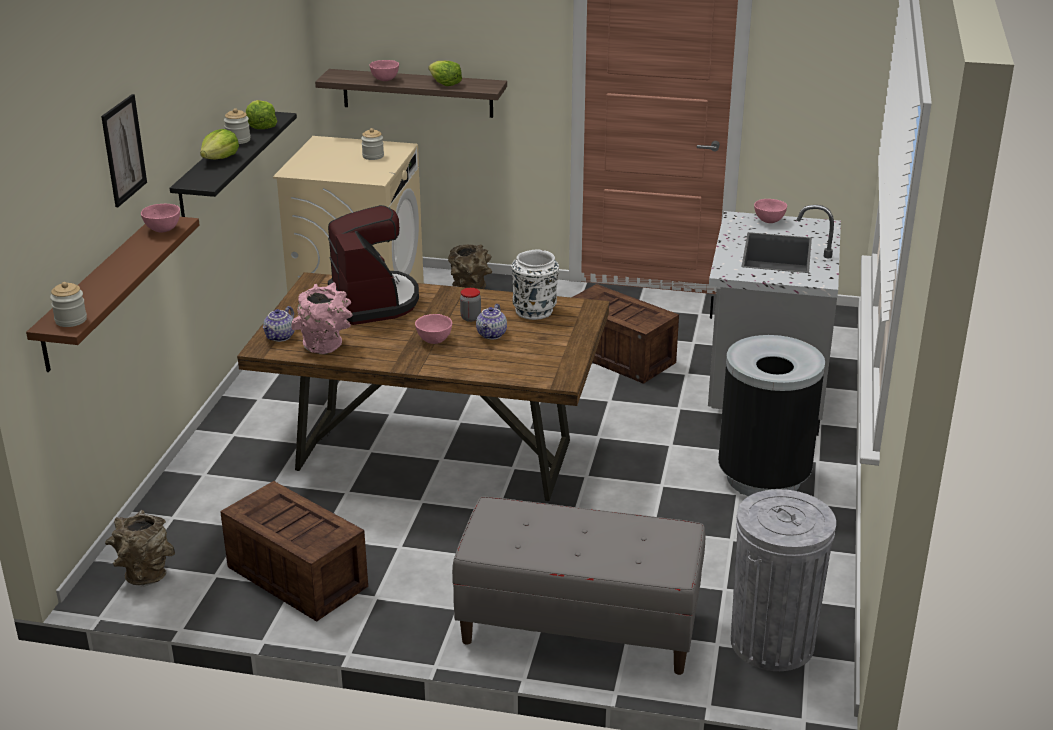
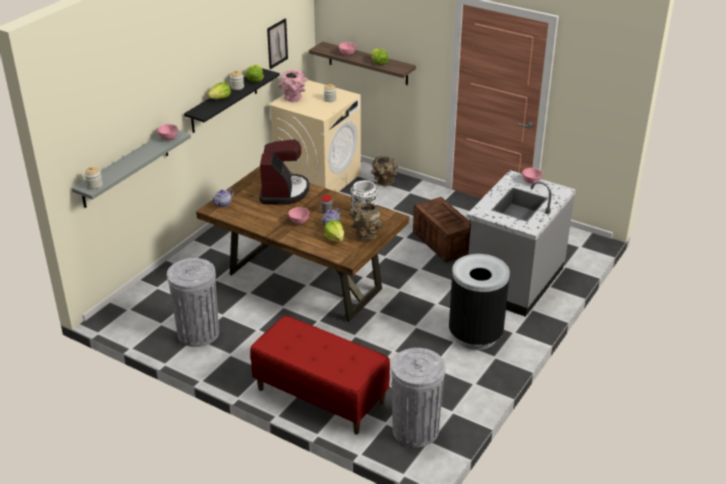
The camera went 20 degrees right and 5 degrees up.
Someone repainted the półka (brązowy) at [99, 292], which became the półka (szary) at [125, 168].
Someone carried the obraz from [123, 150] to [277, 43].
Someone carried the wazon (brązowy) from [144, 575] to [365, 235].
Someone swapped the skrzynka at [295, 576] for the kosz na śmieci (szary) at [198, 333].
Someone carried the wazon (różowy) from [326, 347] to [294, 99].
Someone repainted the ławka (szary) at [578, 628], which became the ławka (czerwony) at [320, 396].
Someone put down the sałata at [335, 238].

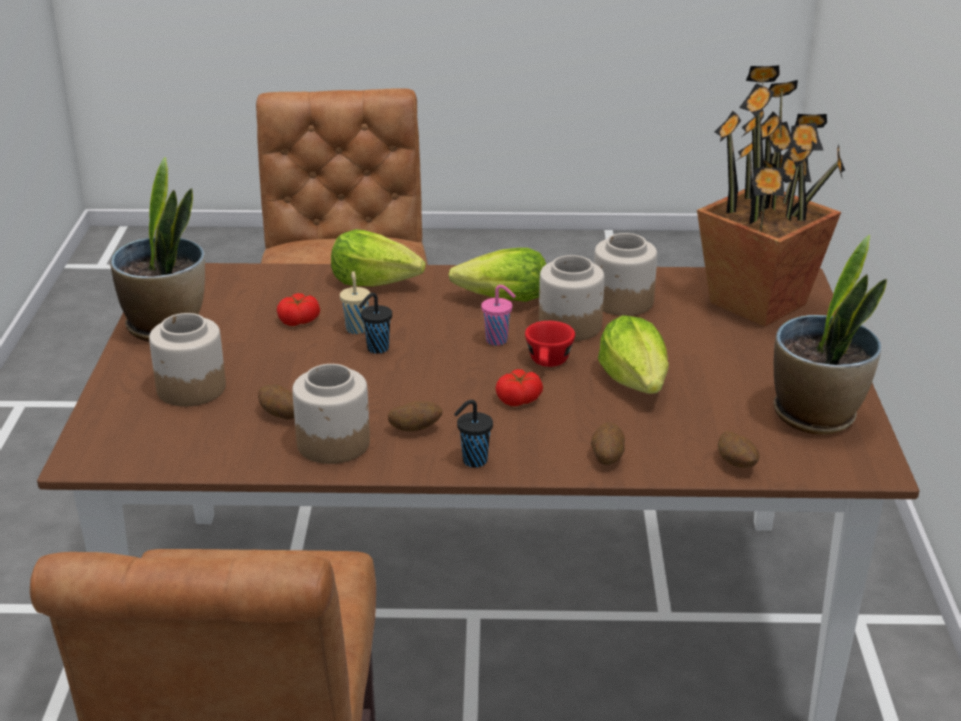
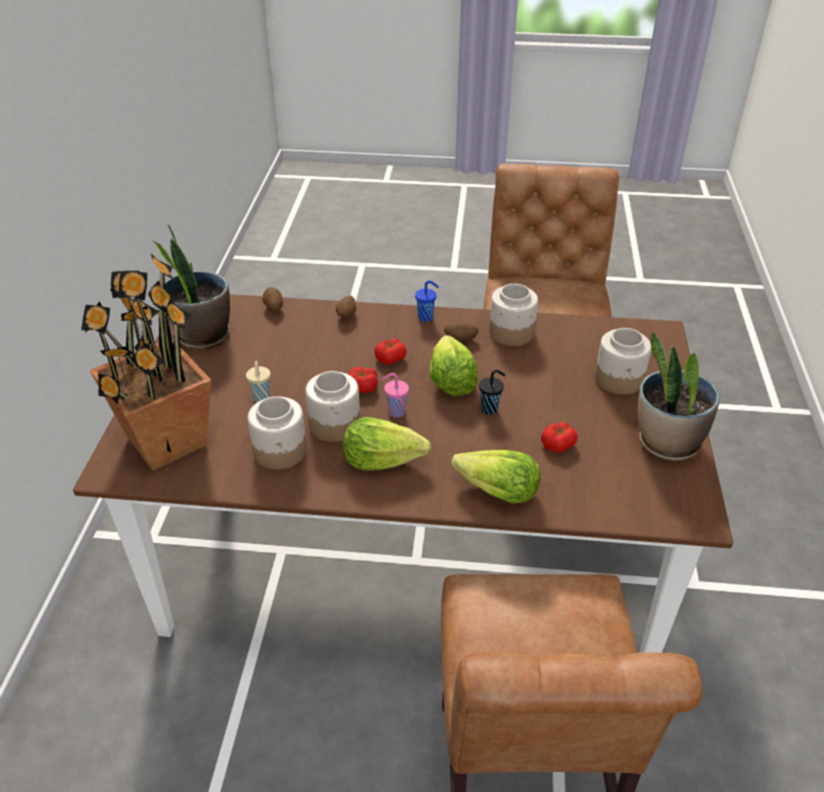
The camera went 175 degrees left and 10 degrees up.
Someone took away the ziemniak at [280, 415].
Someone carried the filiżanka (beżowy) from [356, 328] to [261, 398].
Someone repainted the filiżanka (czarny) at [473, 461], which became the filiżanka (niebieski) at [426, 317].
Someone swapped the filiżanka (czerwony) at [548, 364] for the pomidor at [362, 387].
Someone carried the sałata from [636, 382] to [450, 381].

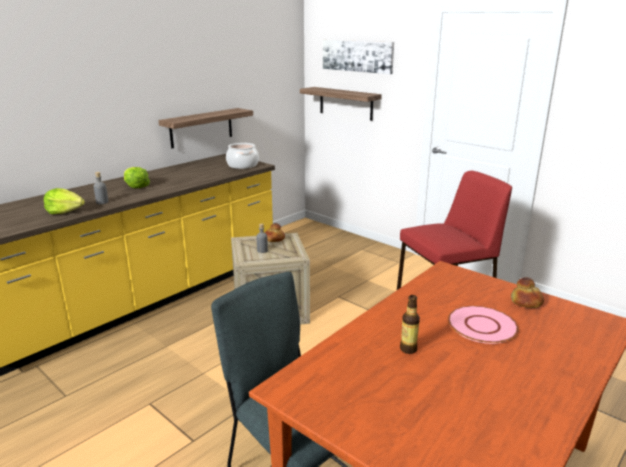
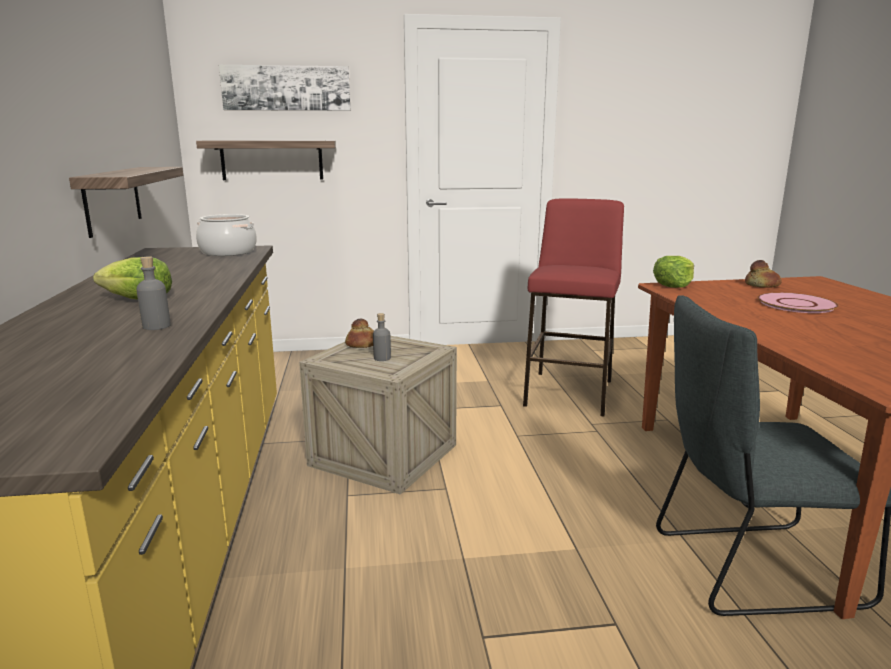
The camera went 50 degrees left and 5 degrees down.
Someone carried the sałata from [65, 211] to [673, 285].
Someone took away the butelka at [408, 349].

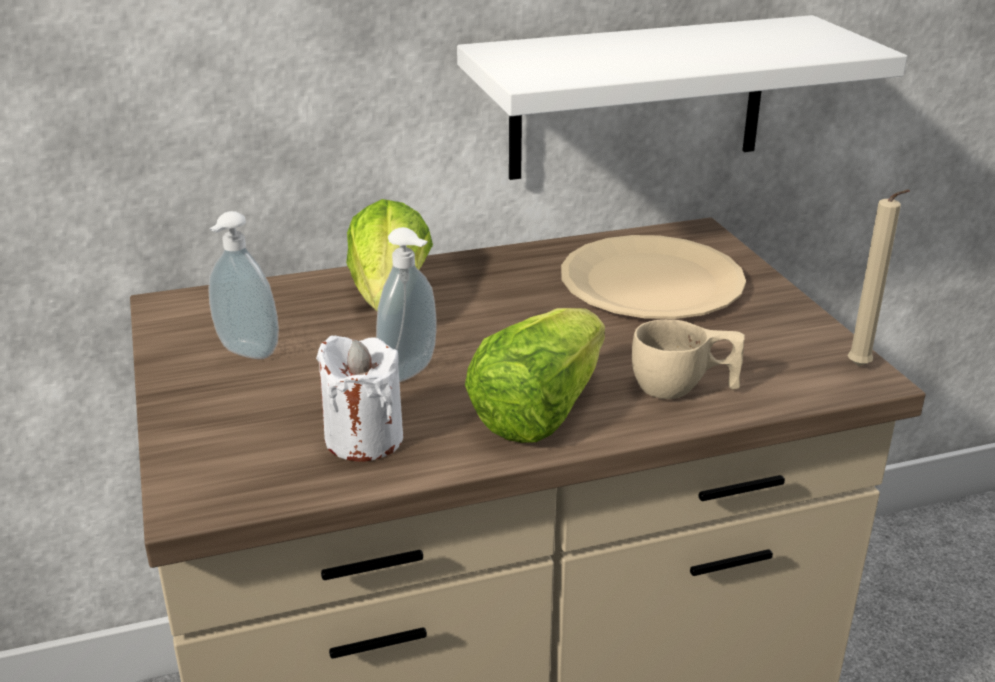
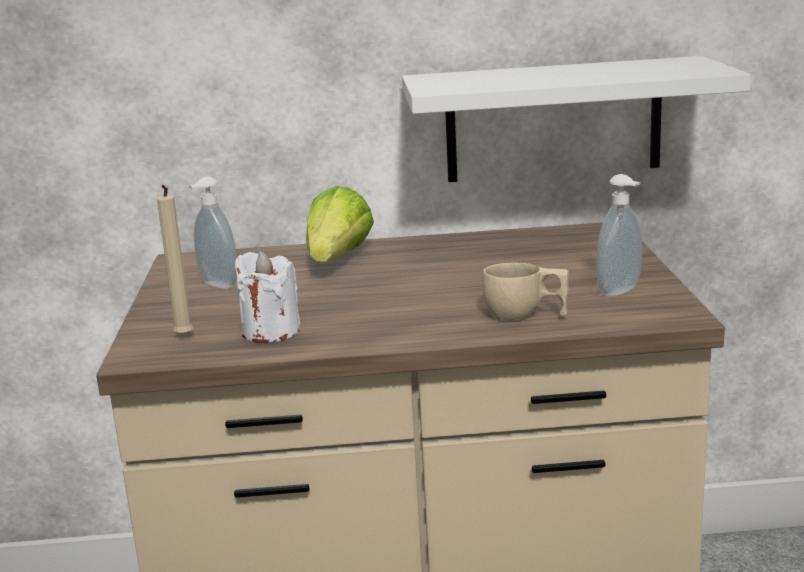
The camera went 15 degrees right and 10 degrees down.
Someone carried the dozownik mydła from [412, 372] to [621, 292].
Someone took away the sałata at [538, 411].
Someone took away the talerz (beżowy) at [652, 282].
Someone carried the świeca (beżowy) from [861, 368] to [184, 338].

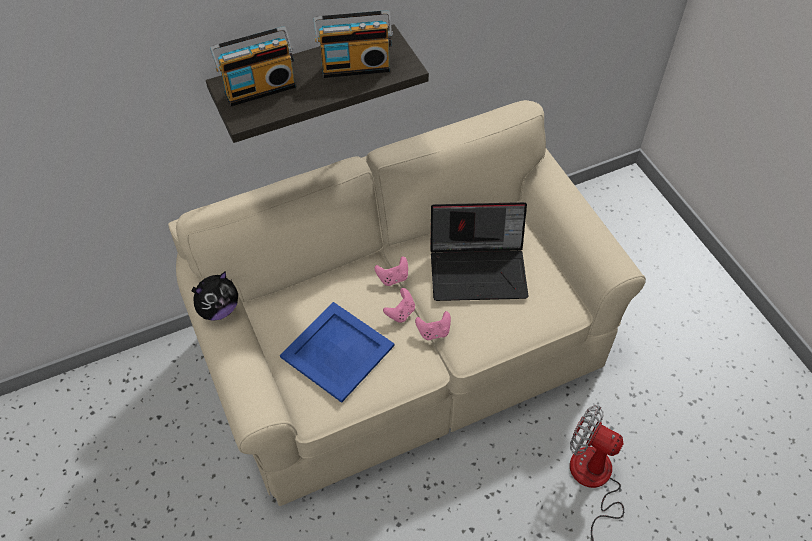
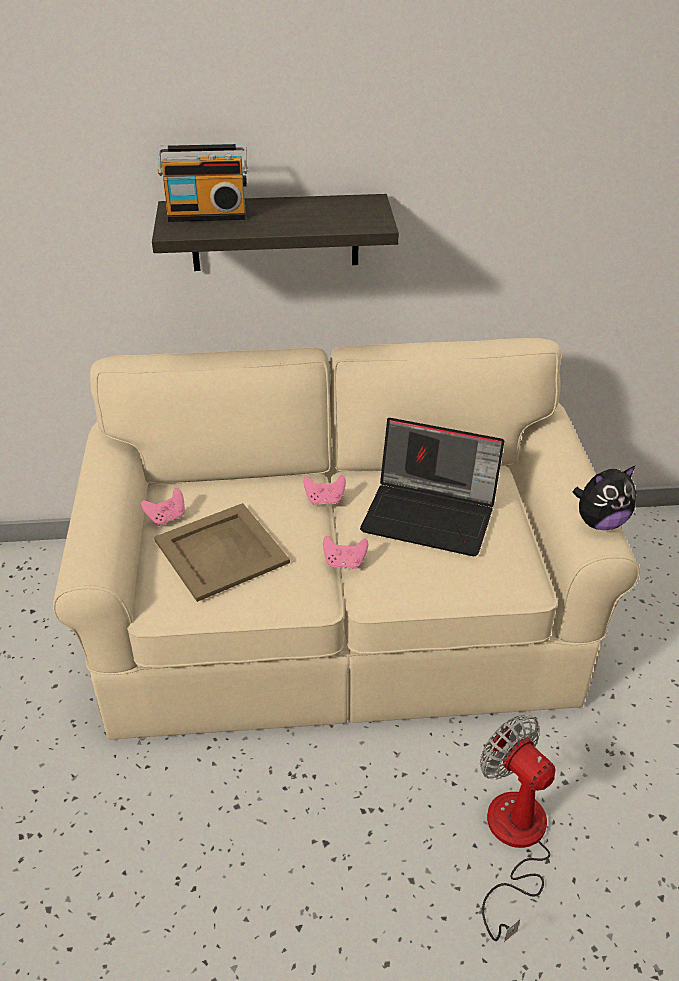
The camera went 20 degrees right and 15 degrees down.
Someone carried the pluszak from [218, 309] to [600, 522].
Someone repainted the taca (niebieski) at [337, 350], which became the taca (beżowy) at [221, 550].
Someone took away the radio at [355, 66].
Someone carried the pad do gier (różowy) from [400, 313] to [167, 518].

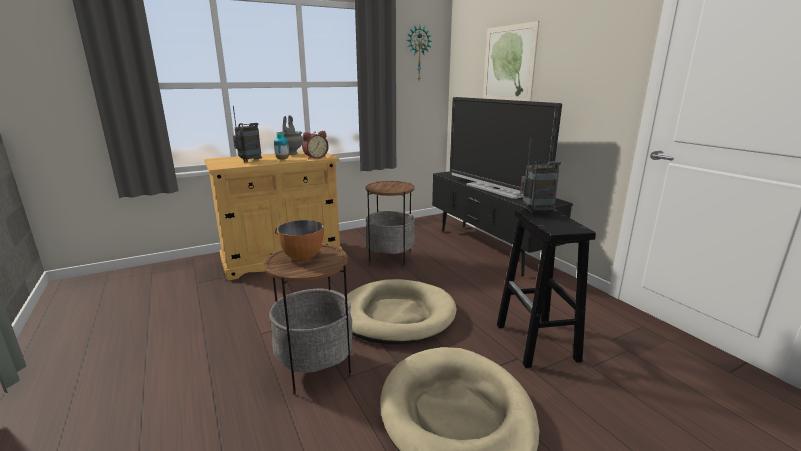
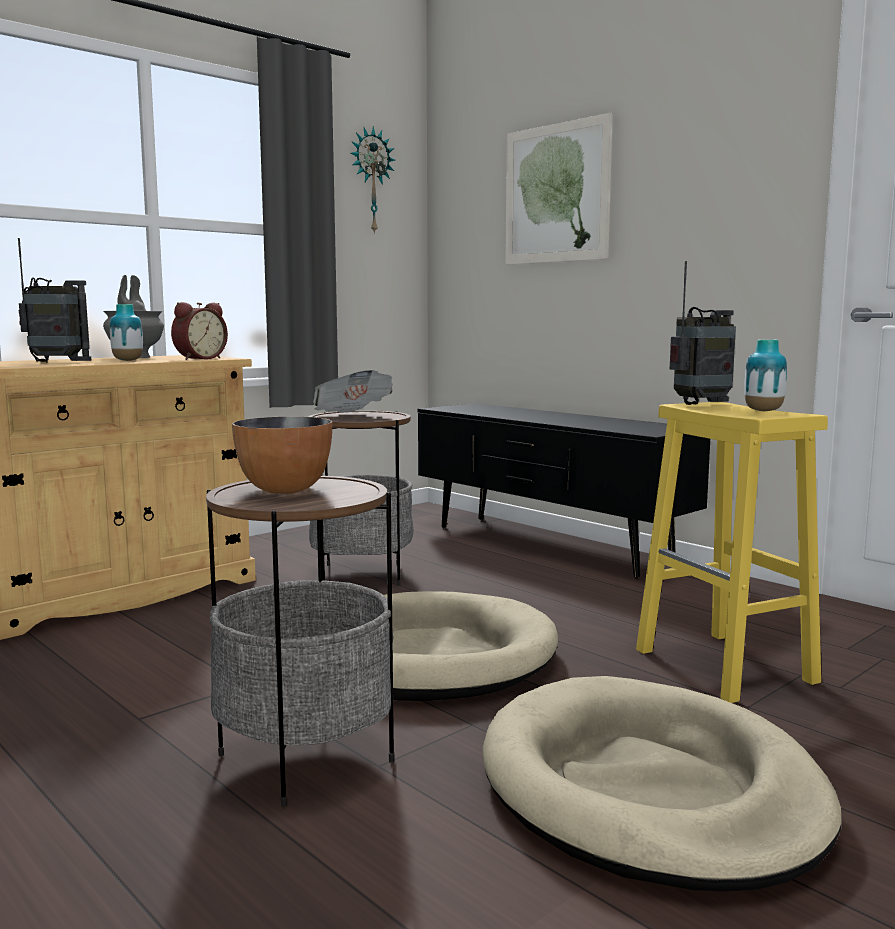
The camera went 15 degrees left and 10 degrees down.
Someone rotated the radio at [250, 161] by 60 degrees clockwise.
Someone took away the telewizor at [496, 190].
Someone repainted the stołek (czarny) at [537, 343], which became the stołek (żółty) at [726, 666].
Someone put down the gazeta at [353, 416].
Someone put down the wazon at [763, 411].

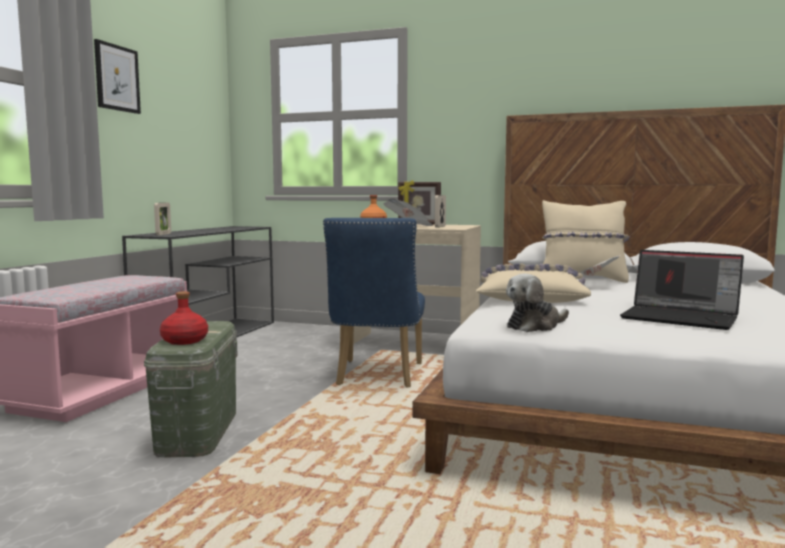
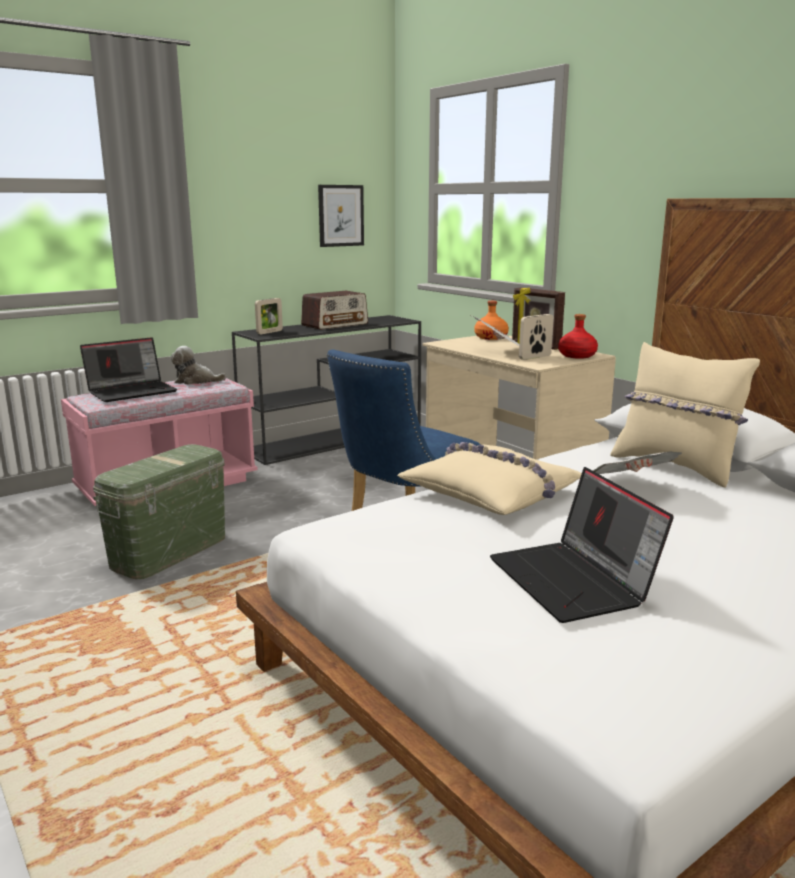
The camera went 35 degrees right and 10 degrees up.
Someone carried the obraz from [117, 78] to [341, 215].
Someone carried the butelka (czerwony) from [185, 340] to [577, 355].
Someone carried the pluszak from [535, 326] to [196, 381].
Someone put down the laptop at [132, 391].
Someone put down the radio at [335, 324].

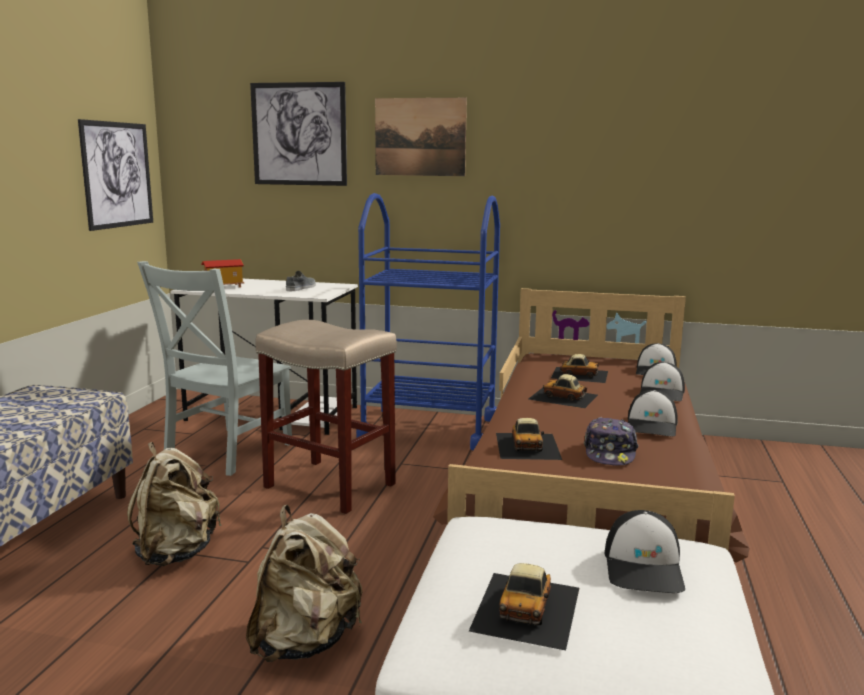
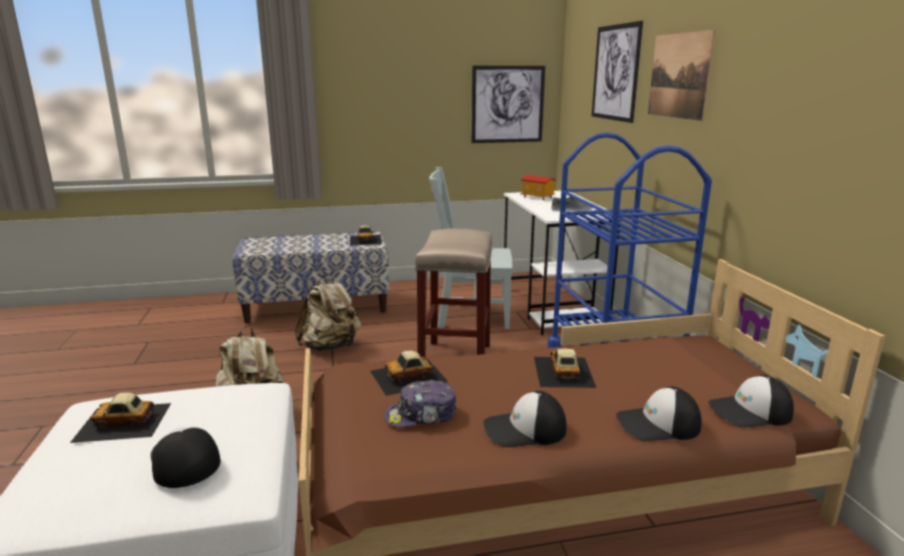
The camera went 65 degrees right and 5 degrees up.
Someone carried the samochodzik from [579, 374] to [366, 239].
Someone rotated the czapka z daszkiem at [644, 567] by 75 degrees clockwise.

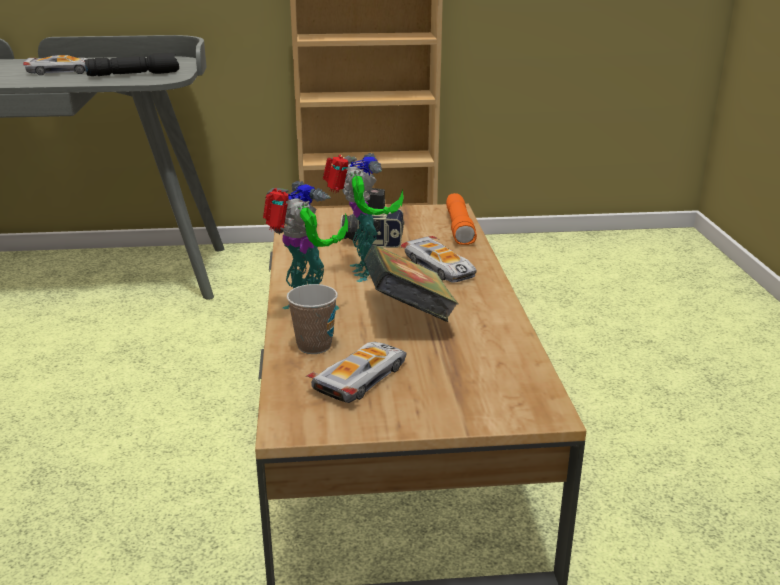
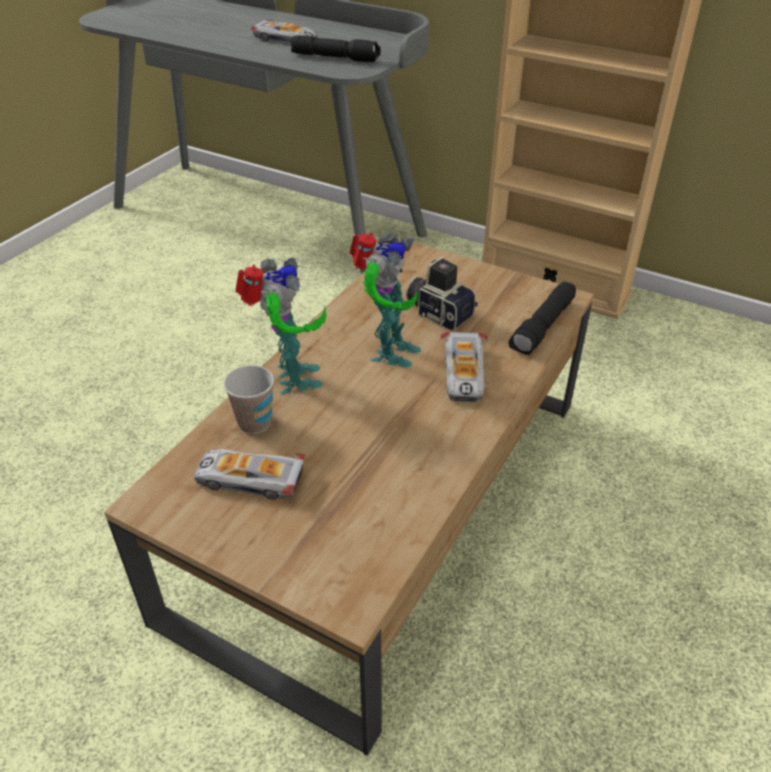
The camera went 35 degrees right and 15 degrees up.
Someone rotated the samochodzik at [361, 378] by 150 degrees counterclockwise.
Someone took away the książka at [408, 315].
Someone repainted the latarka (pomarańczowy) at [460, 228], which became the latarka (czarny) at [543, 327].

